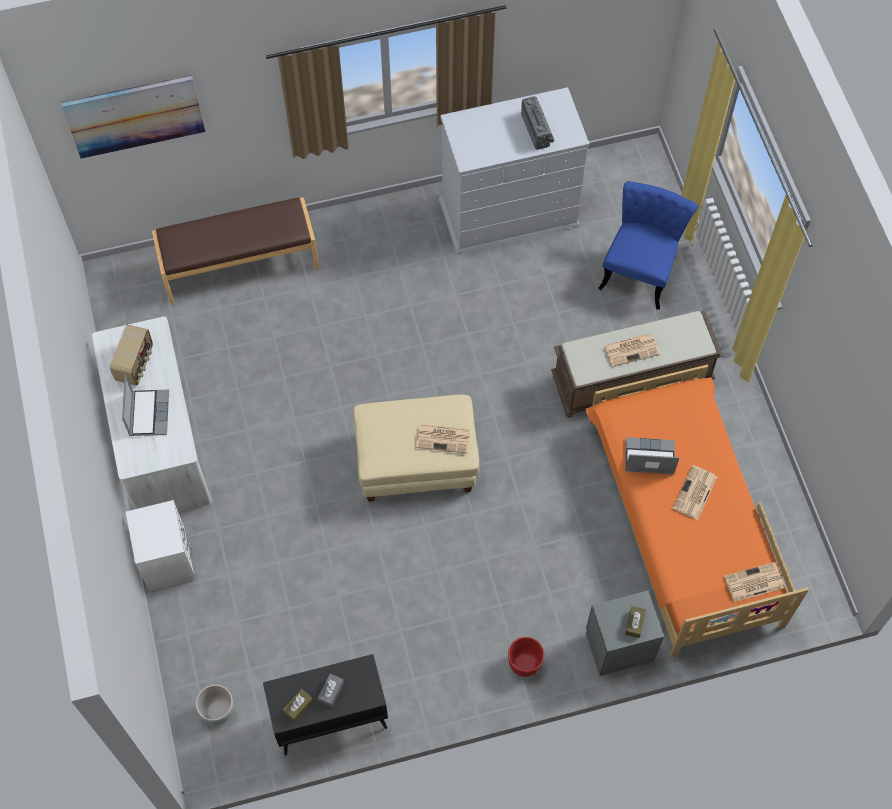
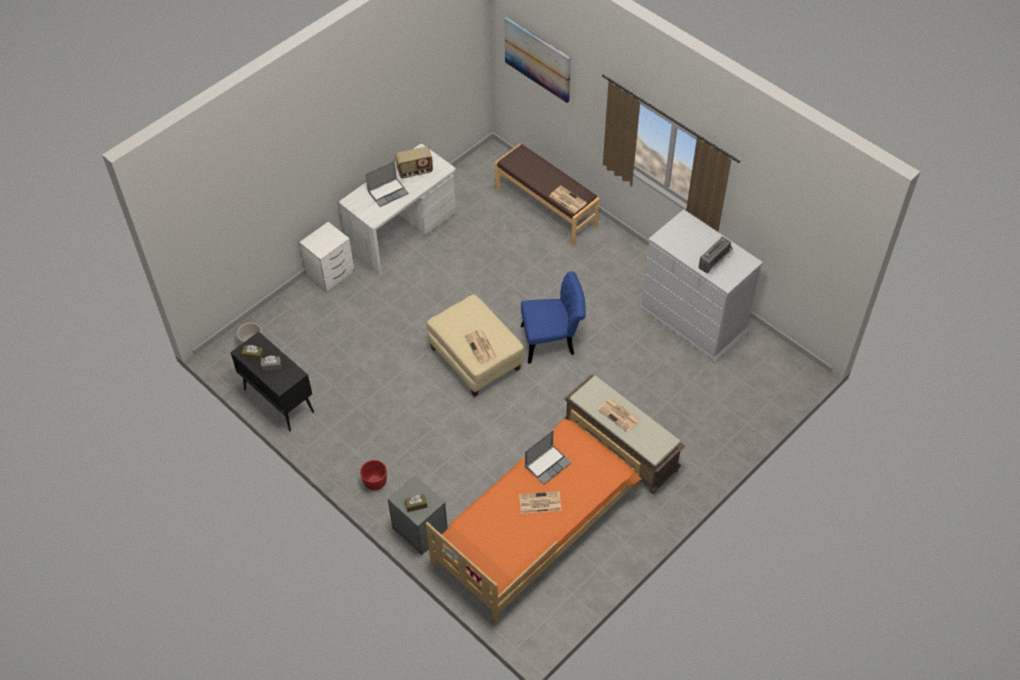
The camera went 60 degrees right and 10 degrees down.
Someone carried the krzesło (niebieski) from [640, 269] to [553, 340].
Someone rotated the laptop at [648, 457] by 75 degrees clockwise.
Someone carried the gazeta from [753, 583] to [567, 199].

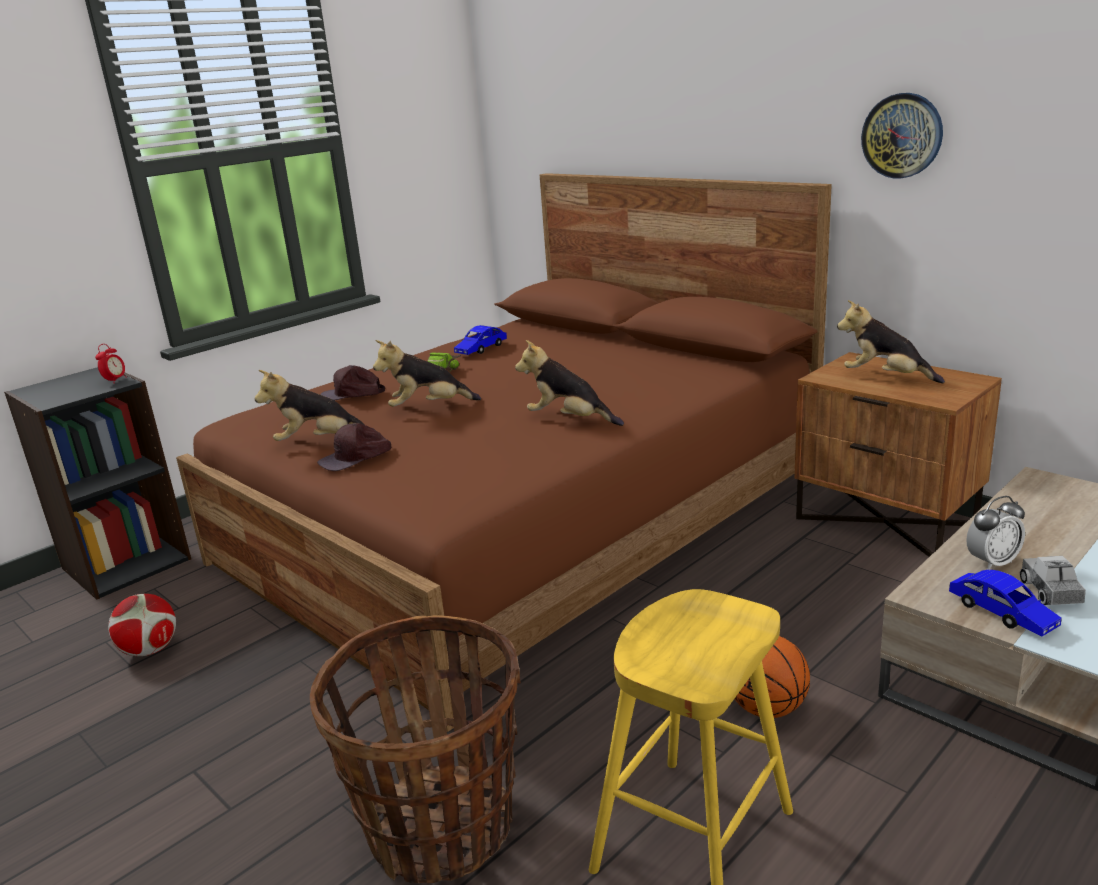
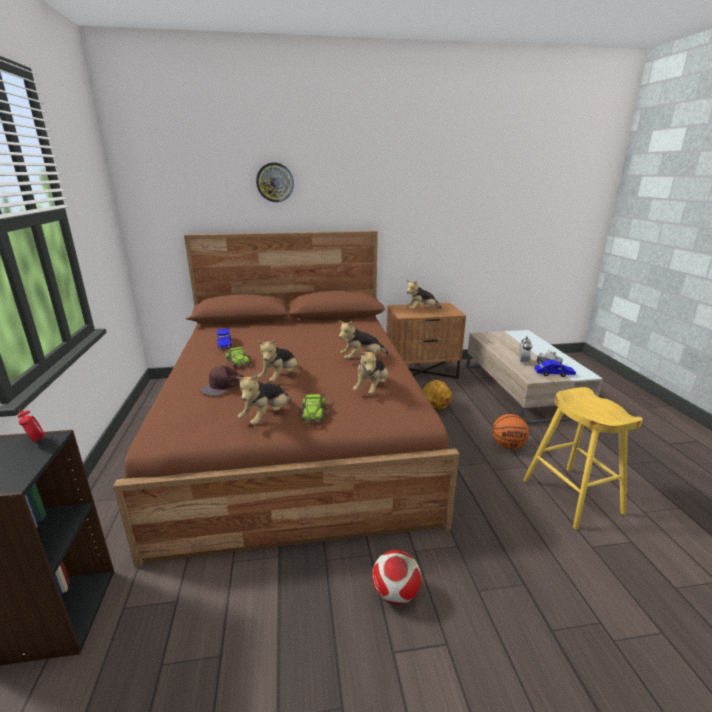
The camera went 55 degrees left and 0 degrees up.
Someone carried the piłka futbolowa from [150, 650] to [395, 593].
Someone took away the koszyk at [441, 828].
Someone swapped the czapka z daszkiem (brązowy) at [356, 457] for the samochodzik at [313, 413].
Someone carried the zegar ścienny from [902, 135] to [275, 182].
Someone put down the pluszak at [372, 389].
Someone put down the piłka do koszykówki at [435, 407].

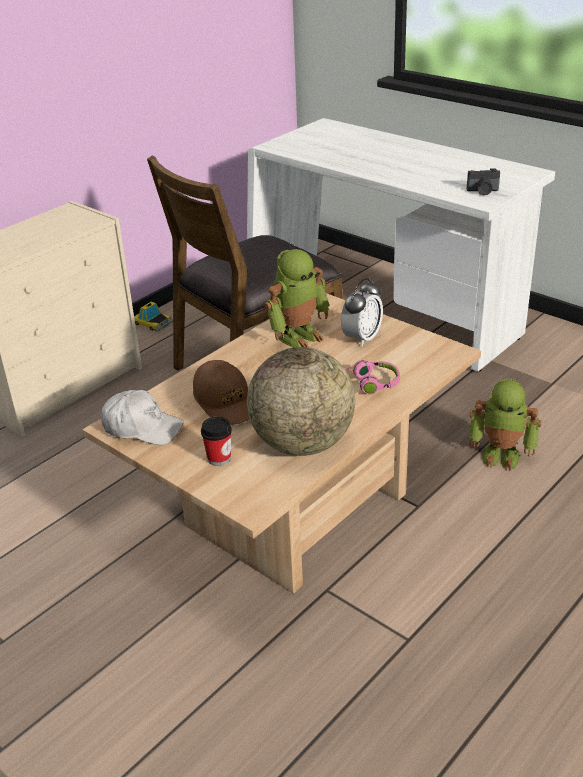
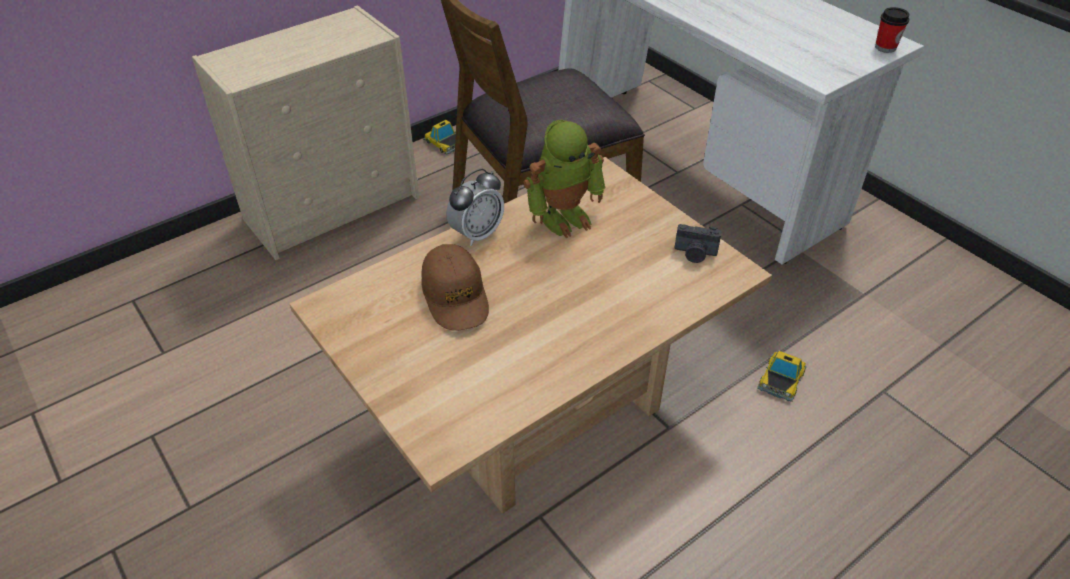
The camera went 10 degrees right and 10 degrees up.
Someone took away the czapka z daszkiem (biały) at [142, 428].
Someone carried the filiżanka from [219, 458] to [885, 47].
Someone took away the globus at [302, 444].
Someone carried the budzik from [362, 338] to [477, 234].
Someone took away the słuchawki (różowy) at [366, 383].
Someone carried the aparat fotograficzny from [483, 191] to [695, 254].
Someone swapped the robot zabawkowy at [501, 455] for the samochodzik at [781, 378].

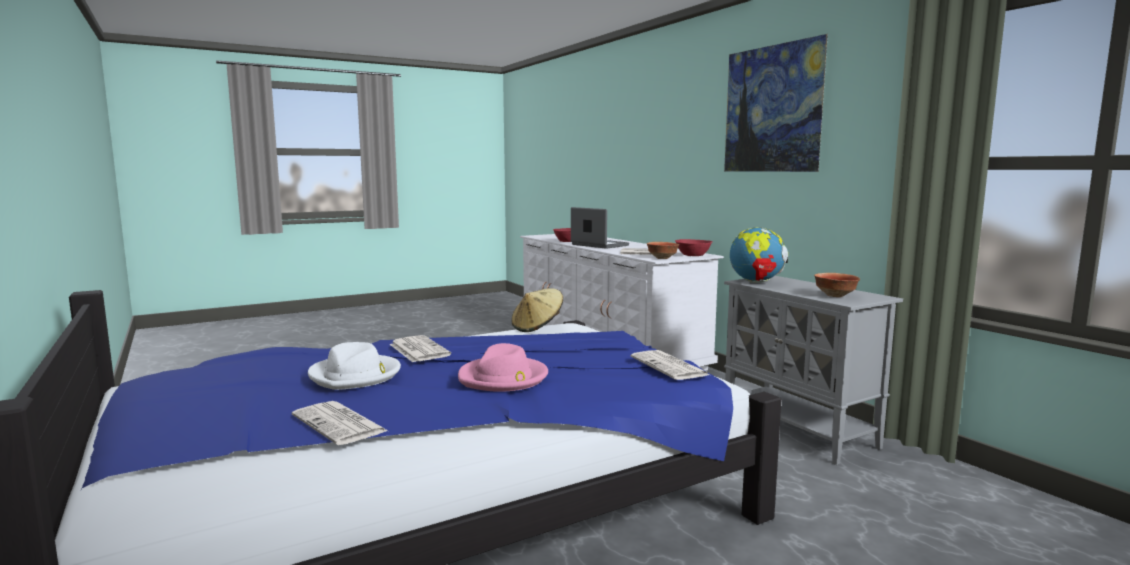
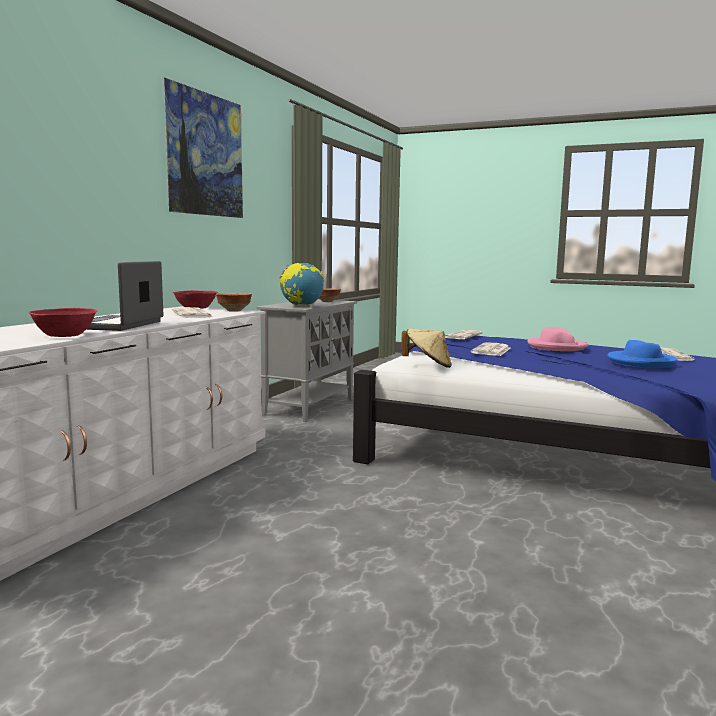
The camera went 125 degrees left and 0 degrees up.
Someone repainted the kapelusz (biały) at [355, 375], which became the kapelusz (niebieski) at [641, 362].
Someone carried the gazeta from [418, 350] to [491, 350].

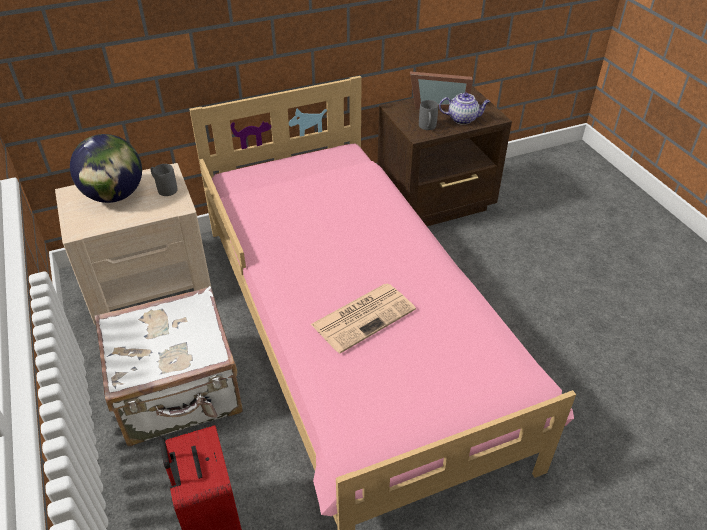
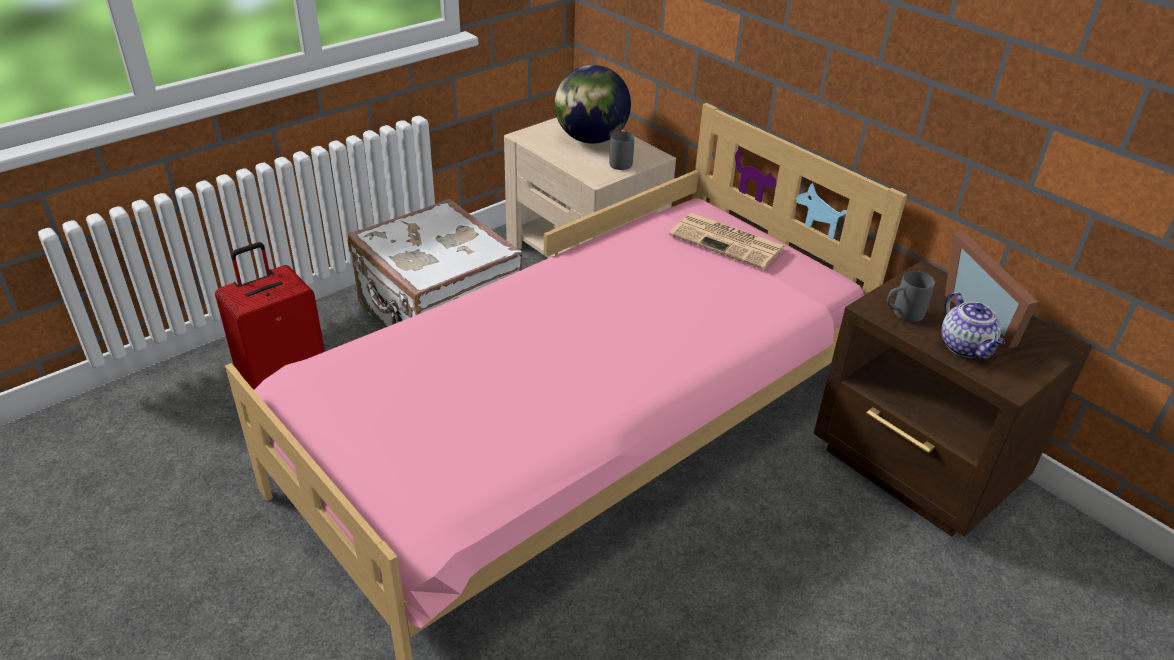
The camera went 70 degrees right and 5 degrees down.
Someone carried the gazeta from [364, 316] to [729, 242].

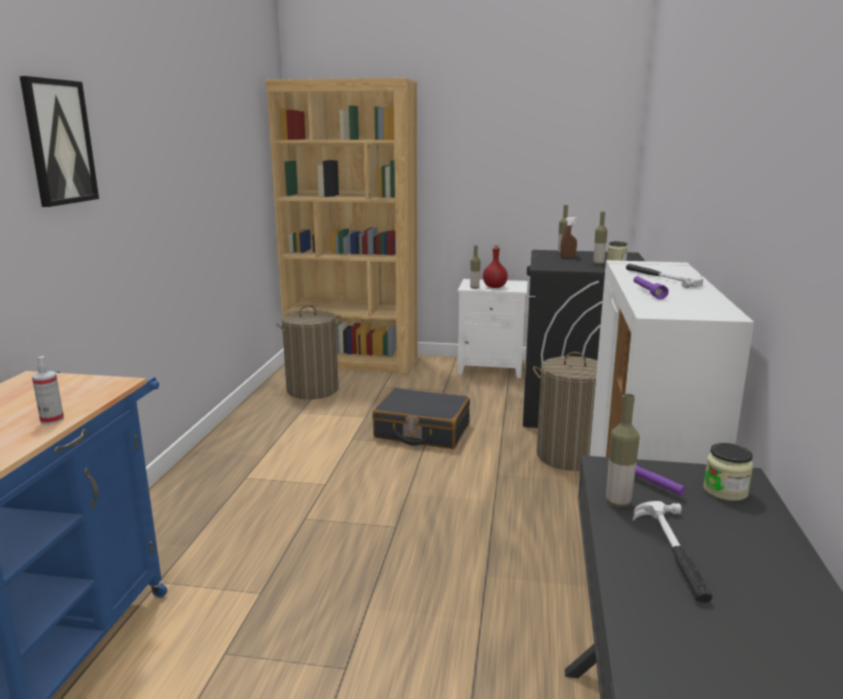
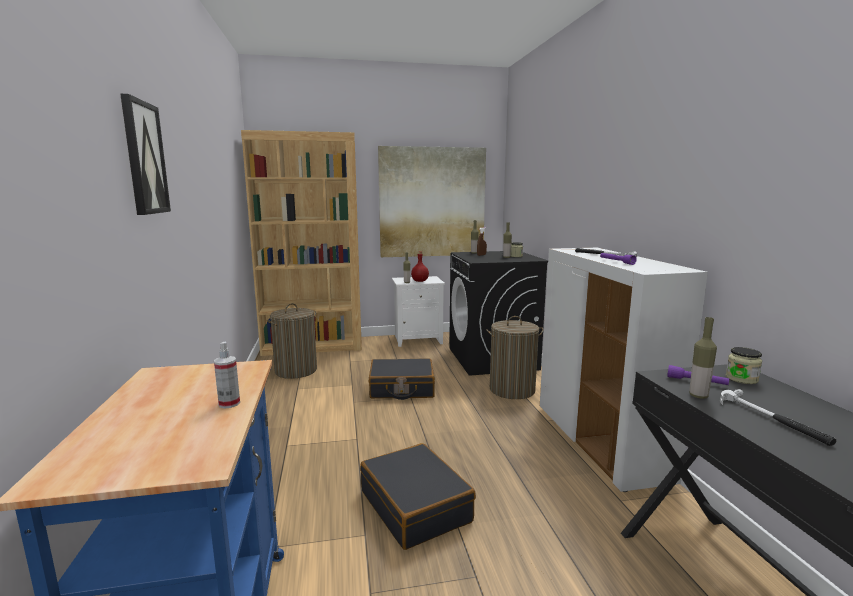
The camera went 20 degrees left and 5 degrees down.
Someone put down the walizka (czarny) at [415, 506].
Someone put up the obraz at [432, 202].

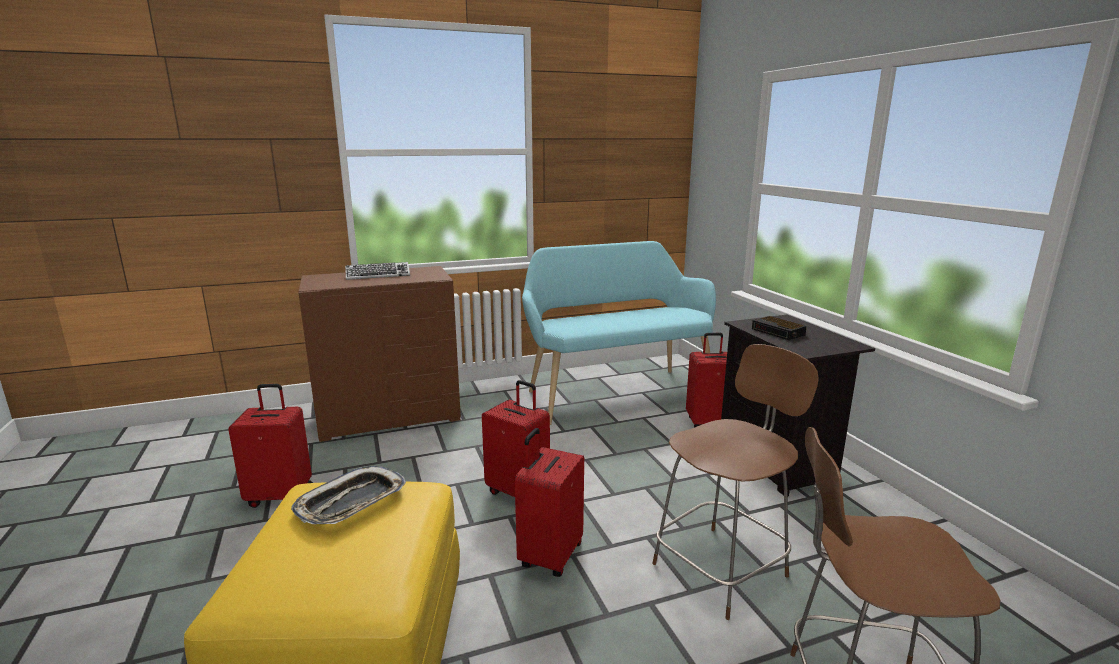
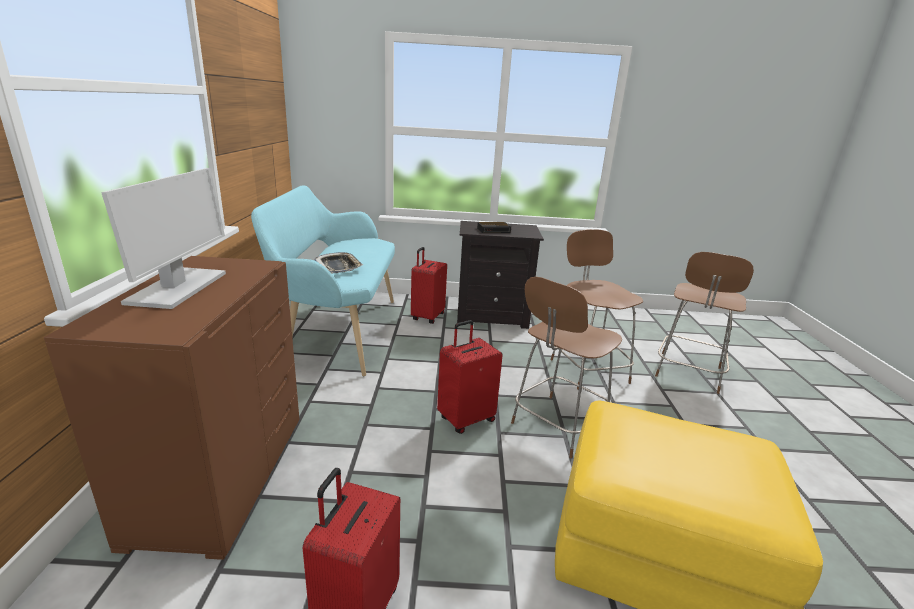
The camera went 70 degrees left and 5 degrees up.
Someone carried the taca from [351, 503] to [338, 267].
Someone swapped the klawiatura at [378, 275] for the monitor at [178, 288].
Someone swapped the walizka (czerwony) at [549, 556] for the krzesło (brązowy) at [557, 426].

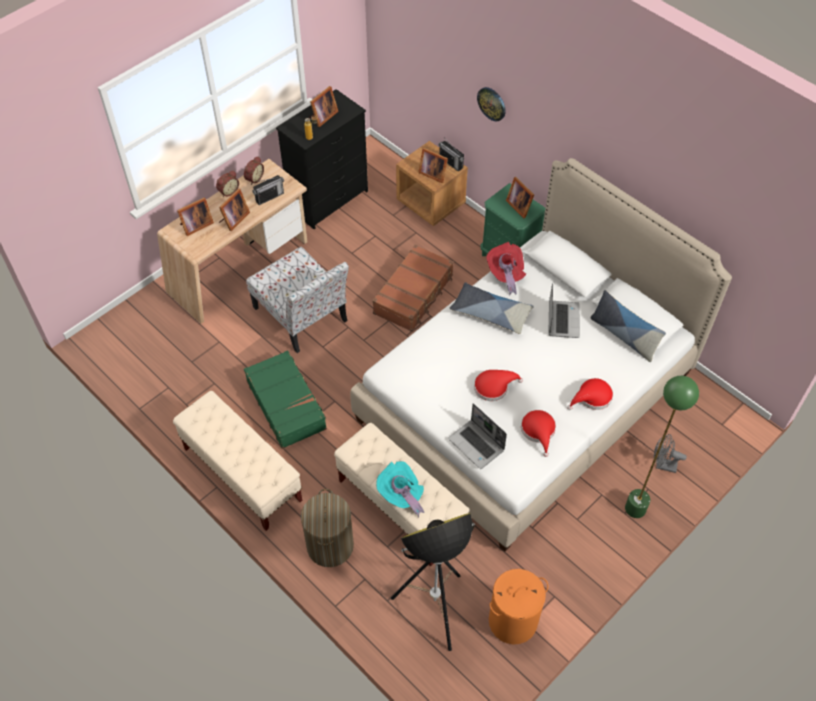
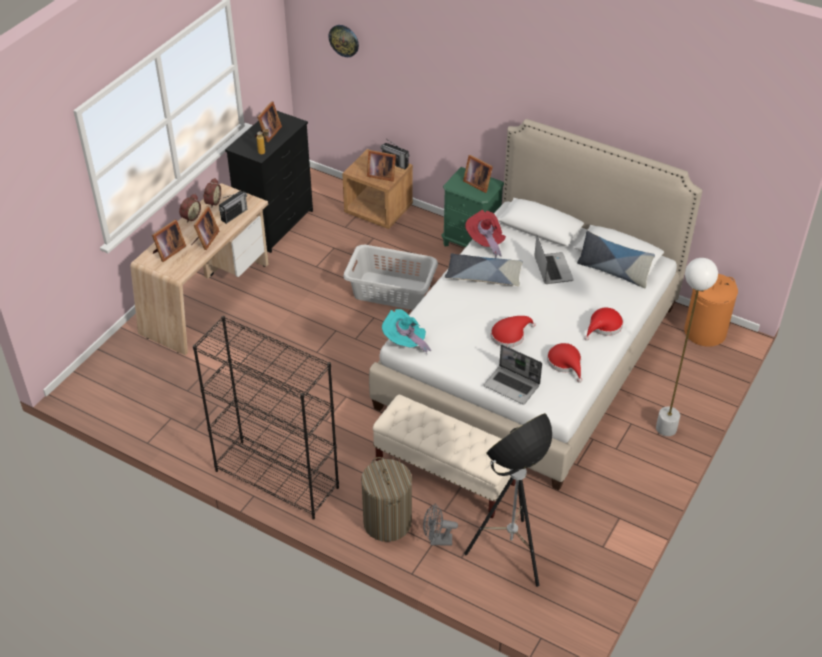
The camera went 15 degrees left and 10 degrees down.
Someone swapped the ławka (beżowy) at [242, 474] for the regał (czarny) at [275, 479].
Someone took away the walizka (zielony) at [286, 404].
Someone took away the krzesło at [302, 315].
Someone swapped the walizka (brązowy) at [414, 294] for the kosz na pranie (szary) at [391, 290].
Someone carried the kapelusz (turkusowy) from [401, 495] to [405, 342].
Someone carried the zegar ścienny from [492, 103] to [344, 40].
Someone carried the kosz na pranie (pomarańczowy) from [512, 621] to [704, 332].
Someone repainted the lampa stojąca (zielony) at [635, 508], which became the lampa stojąca (biały) at [666, 428].
Someone carried the wentylator (szary) from [662, 465] to [437, 540].

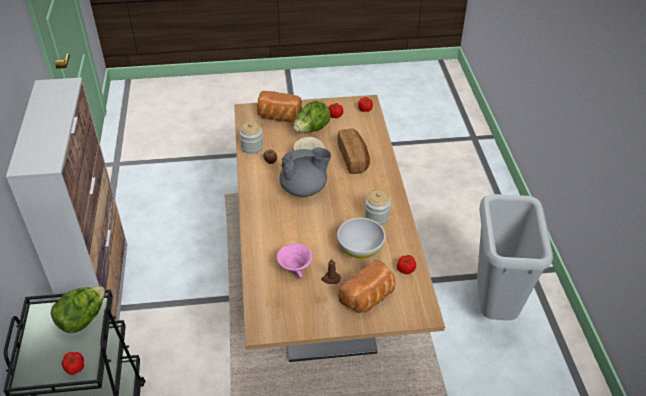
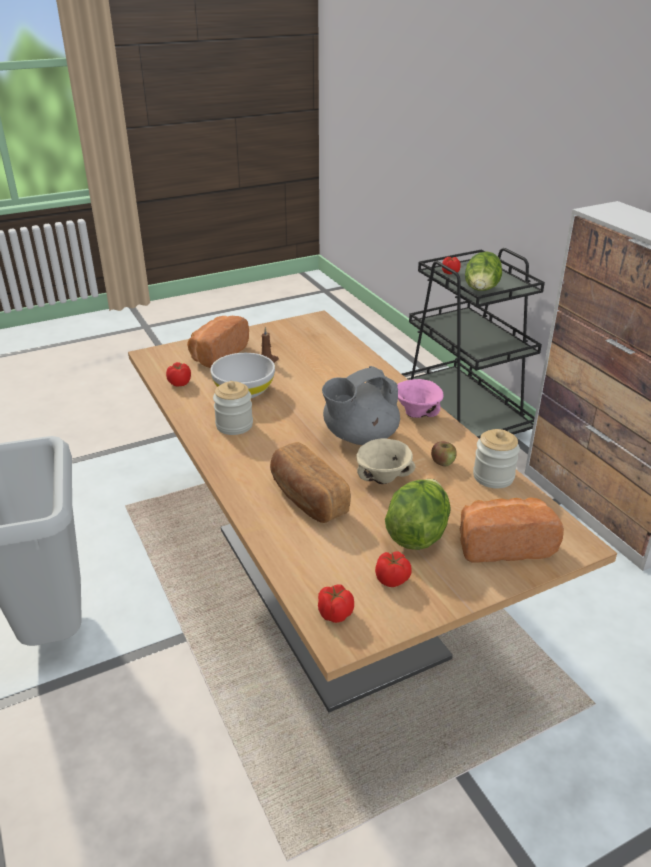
The camera went 160 degrees right and 10 degrees down.
Someone carried the miska (różowy) from [295, 269] to [415, 414].

